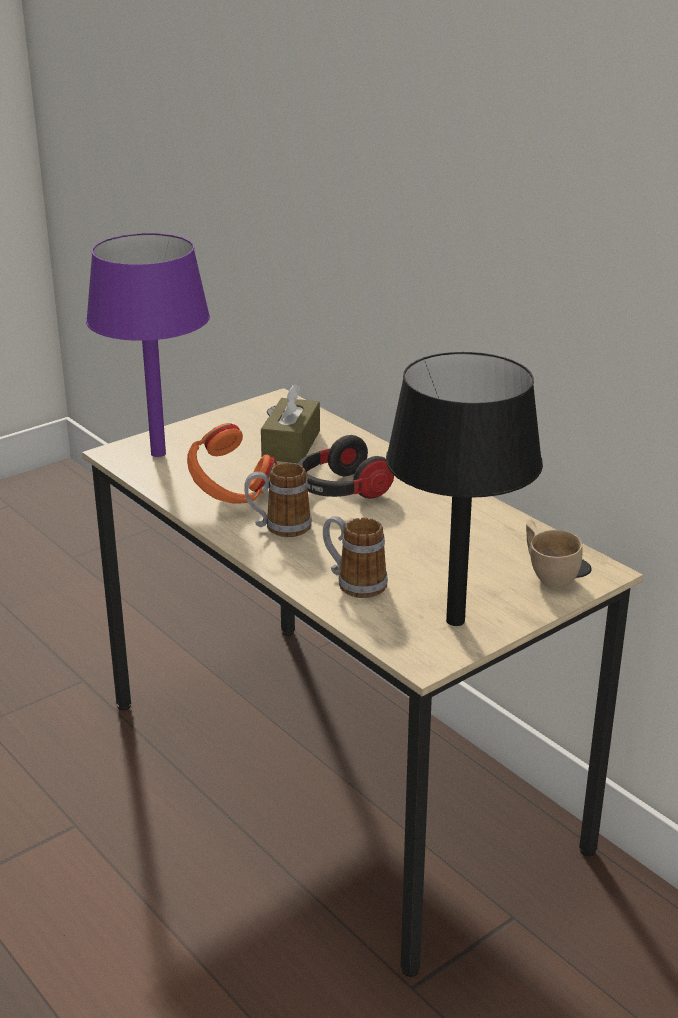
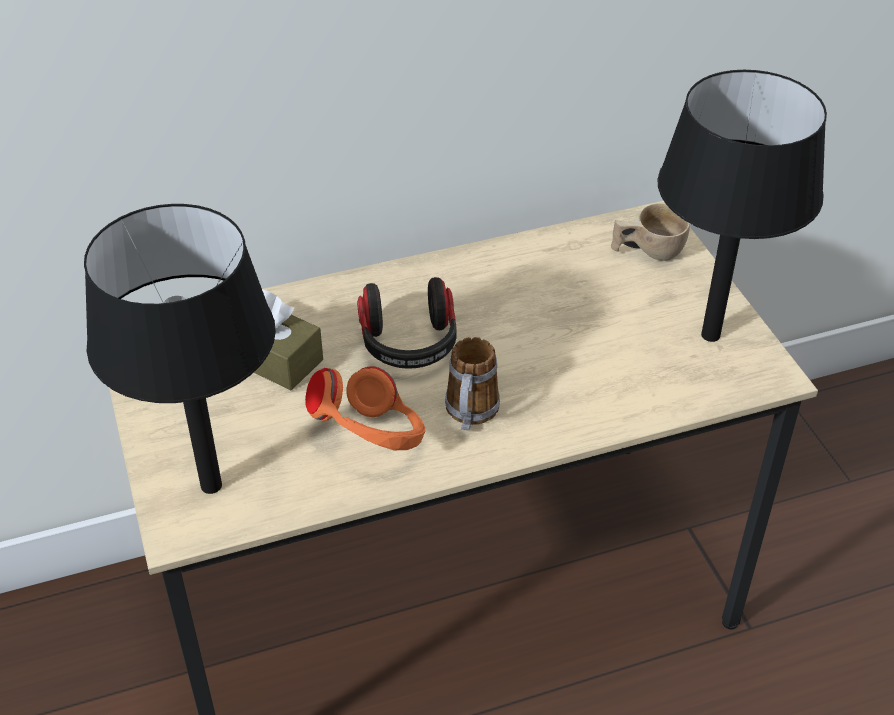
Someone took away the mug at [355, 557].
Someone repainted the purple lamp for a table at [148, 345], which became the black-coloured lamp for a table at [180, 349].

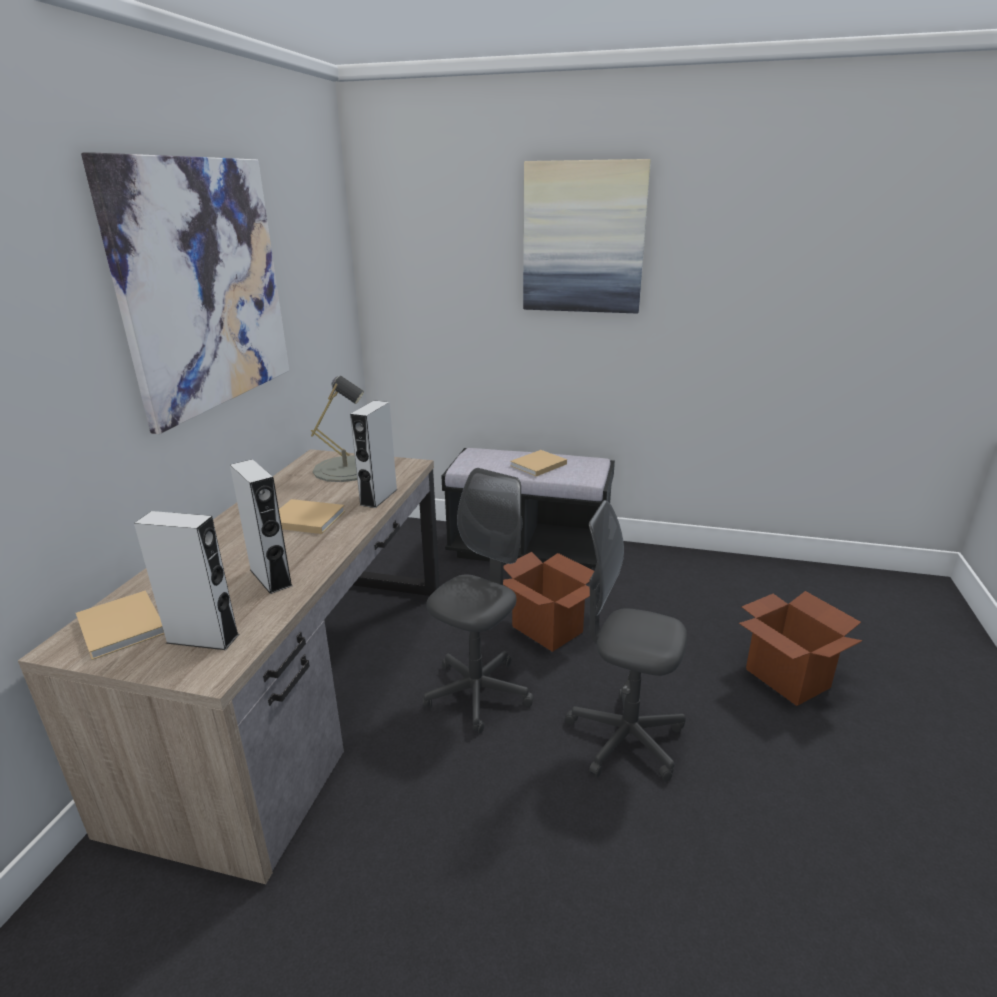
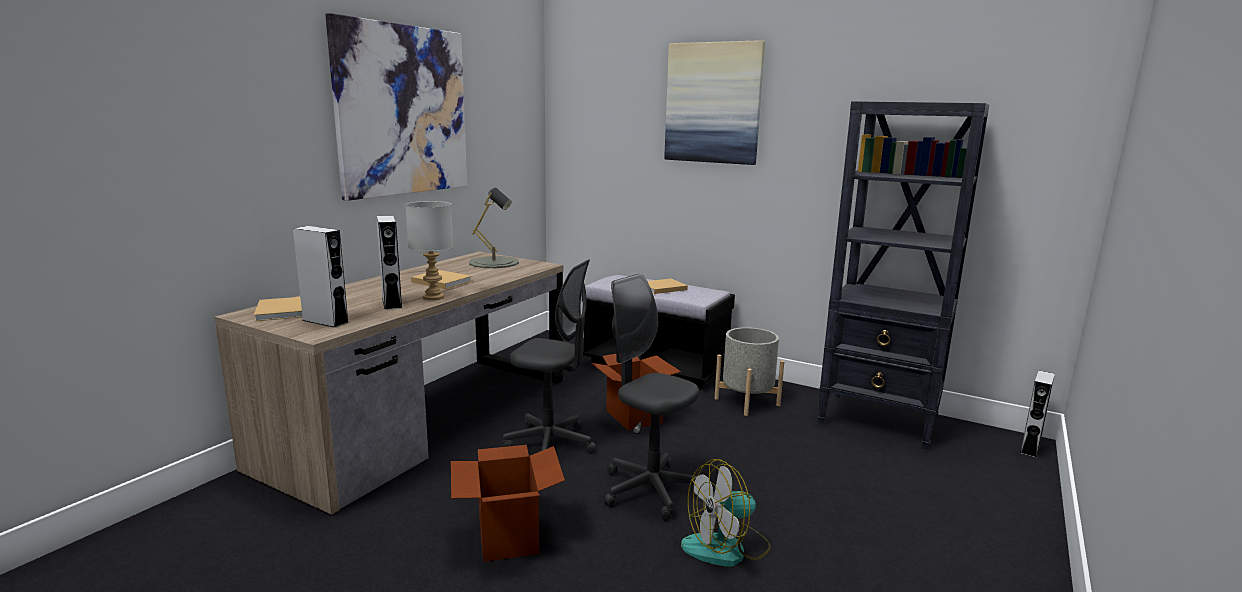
Someone put down the greyish lamp for a table at [429, 250].
Someone put down the cooling fan at [726, 513].
Someone put down the greyish plant pot at [749, 371].
Someone put down the black-coloured shelving unit at [903, 275].
Someone carried the greyish audio speaker from [373, 454] to [1037, 414].
Someone carried the cardboard box from [801, 648] to [508, 503].
Someone rotated the greyish office chair at [478, 601] by 60 degrees clockwise.

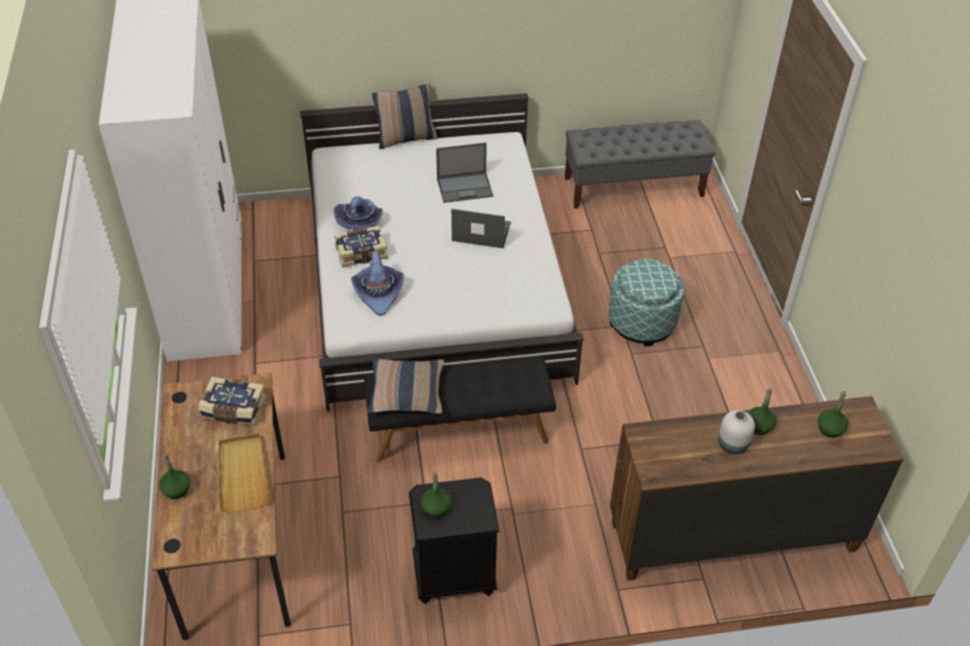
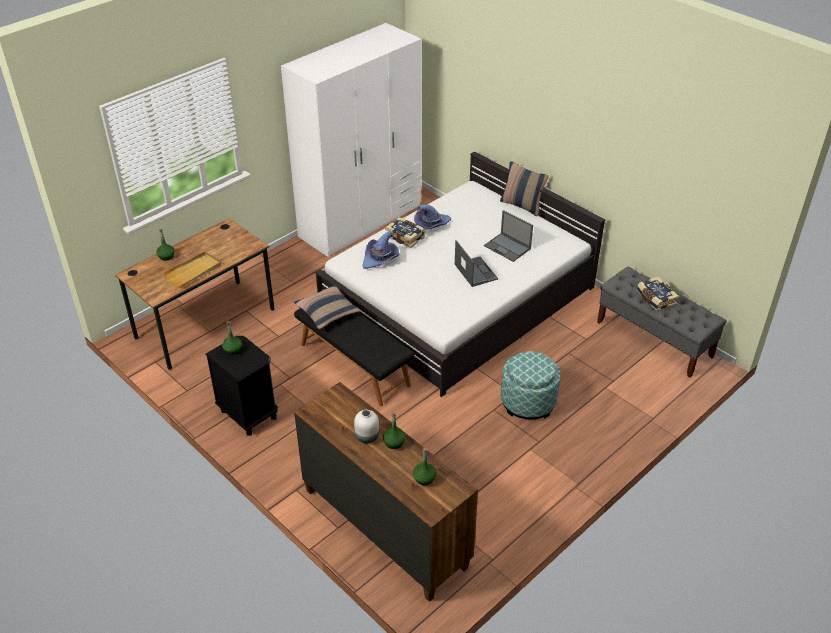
Someone carried the volume from [232, 401] to [658, 294].

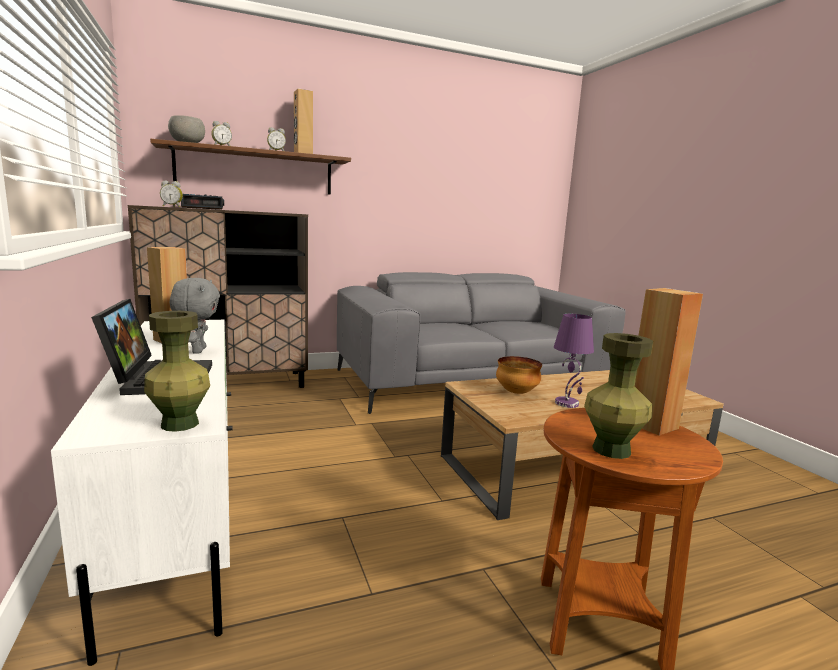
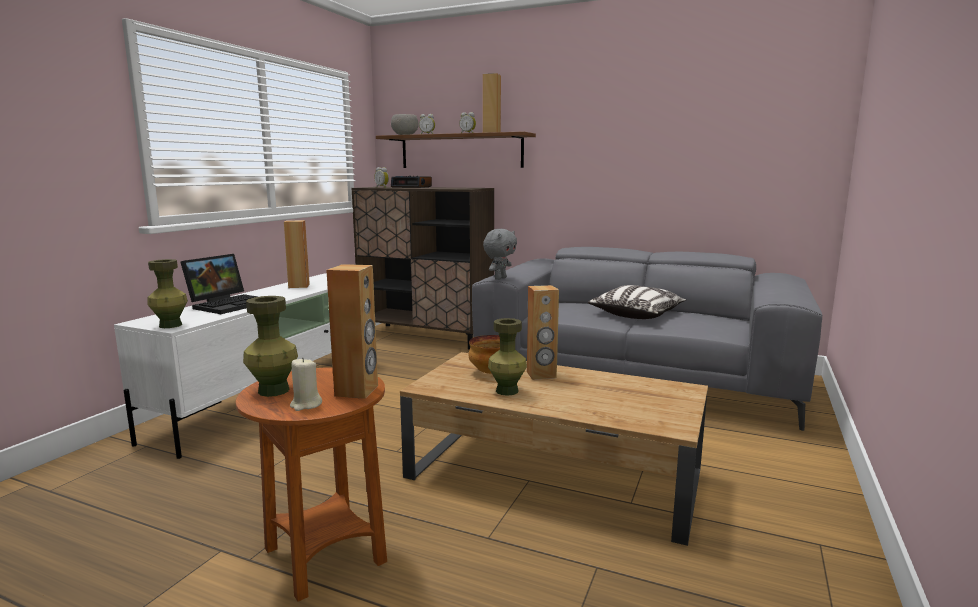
Someone put down the beige wax candle at [306, 384].
Someone put down the brownish audio speaker at [543, 332].
Someone put down the throw pillow at [637, 302].
Someone carried the greyish soft toy from [195, 316] to [500, 254].
Someone swapped the purple lamp for a table at [574, 361] for the greenish decorative vase at [507, 357].

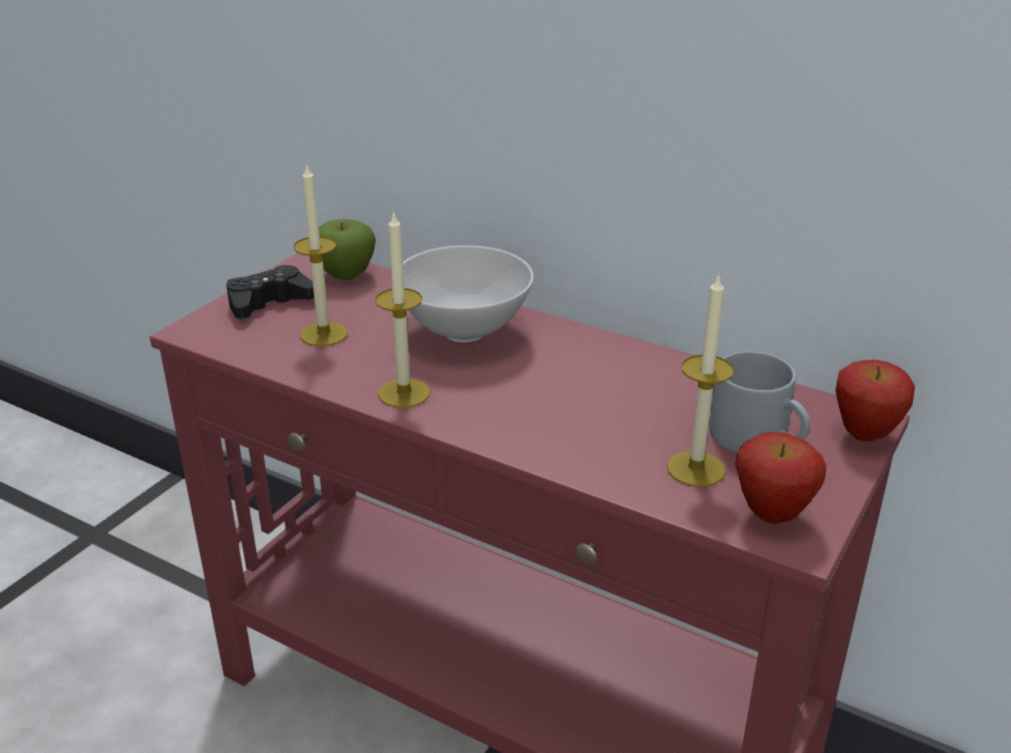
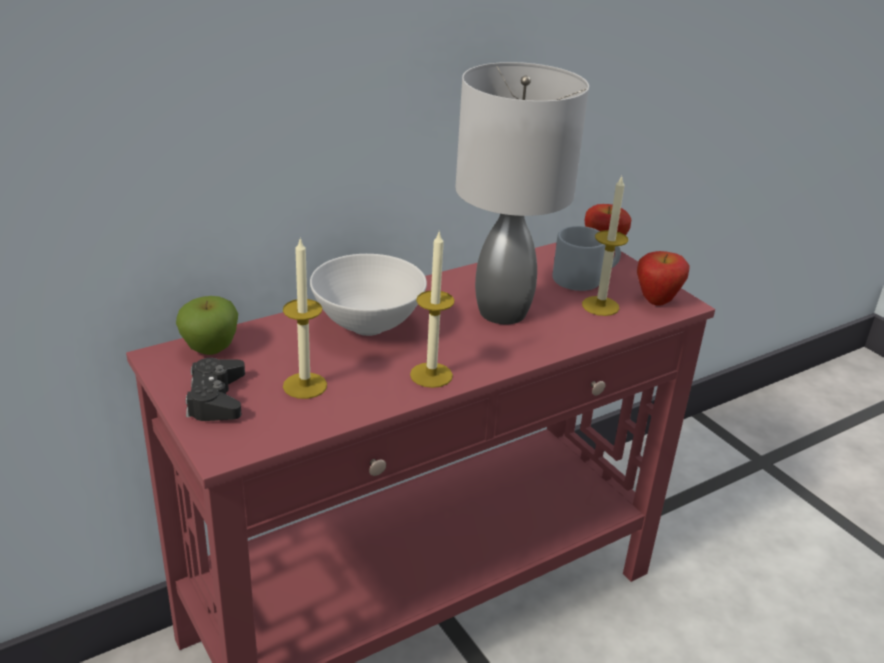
Someone put down the greyish lamp for a table at [522, 193].

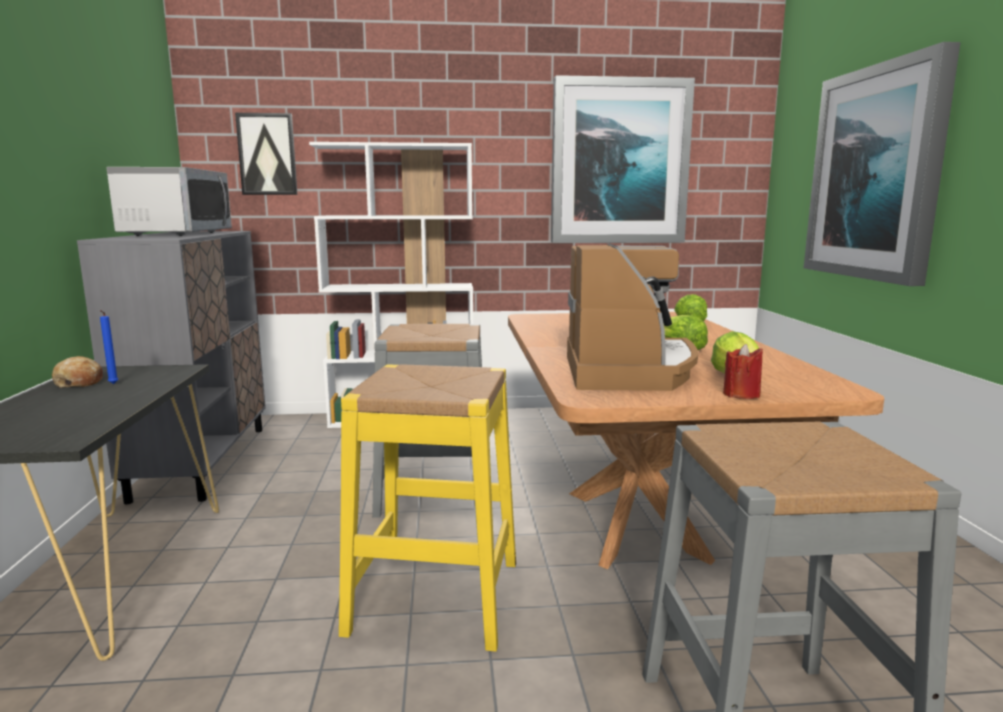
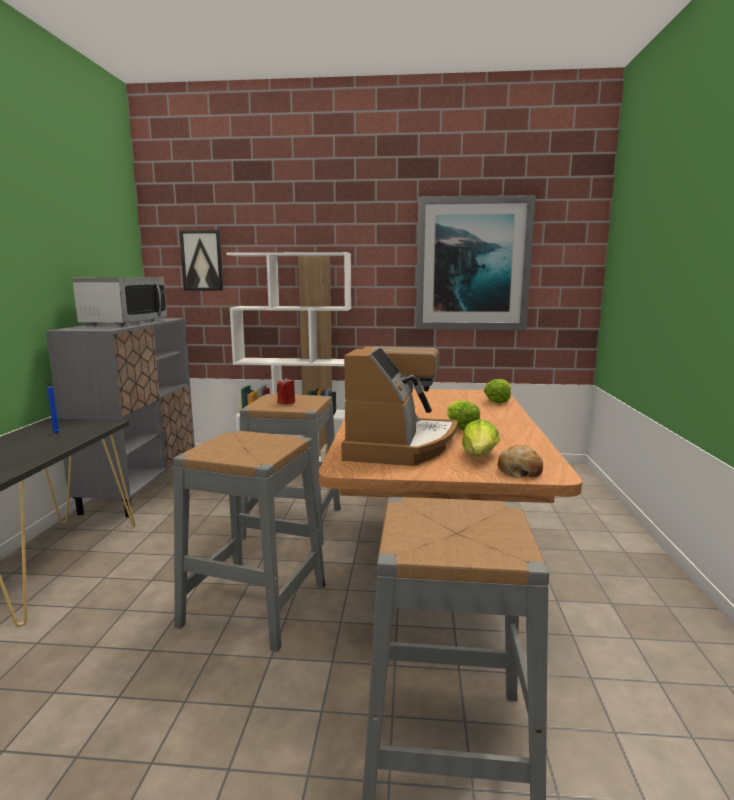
Someone took away the wall picture at [882, 164].
Someone carried the bakery bread from [77, 372] to [520, 461].
Someone carried the red-coloured wax candle from [743, 371] to [286, 391].
Someone repainted the yellow stool at [427, 507], which became the greyish stool at [249, 541].

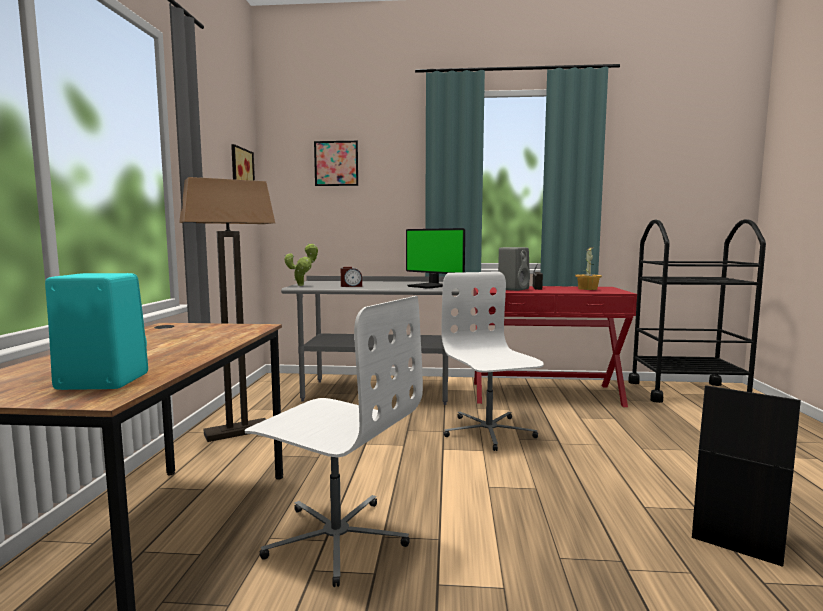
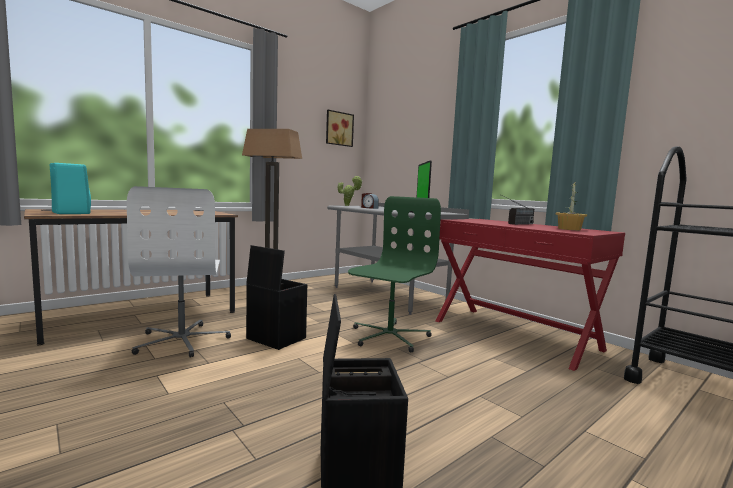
Someone took away the wall picture at [336, 163].
Someone took away the greyish audio speaker at [514, 269].
Someone put down the black-coloured storage container at [276, 297].
Someone repainted the white office chair at [492, 361], which became the greenish office chair at [394, 274].

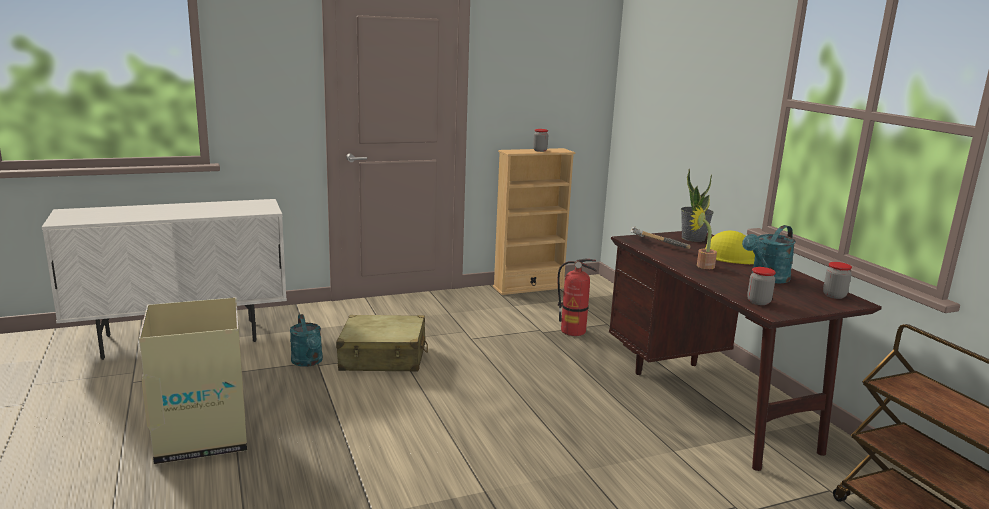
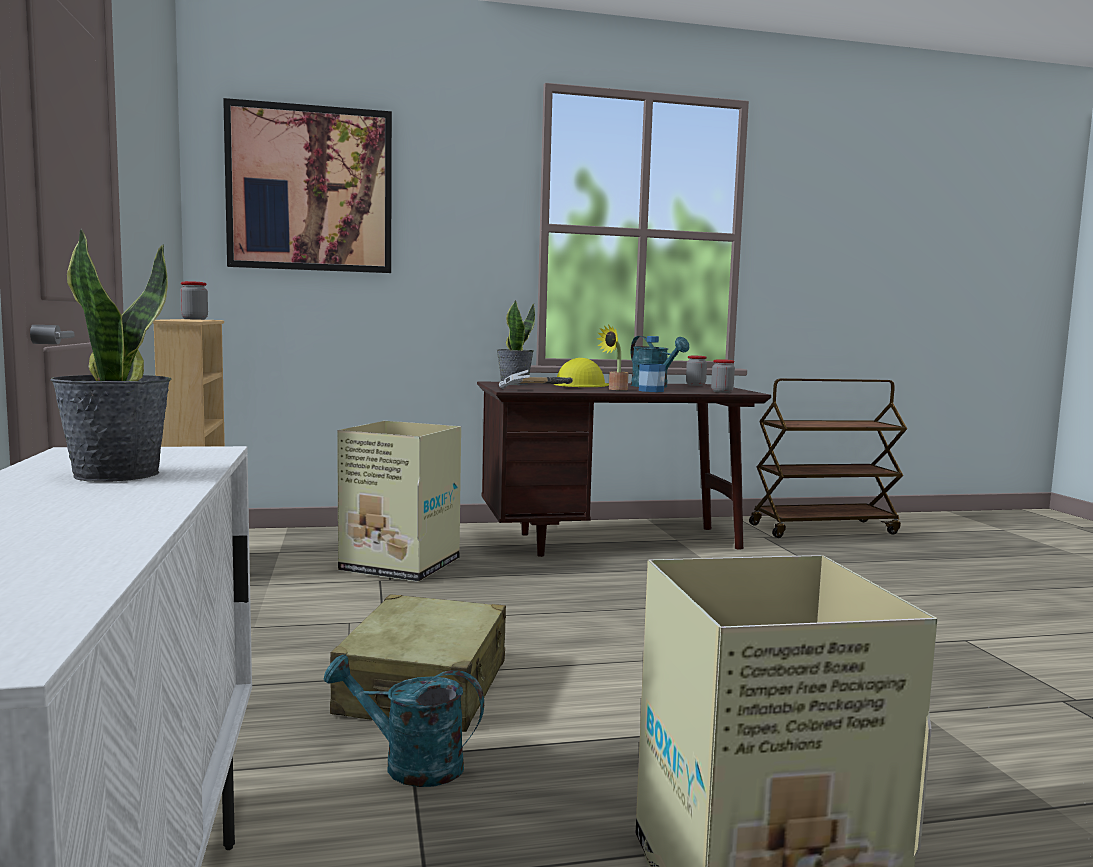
Someone put down the potted plant at [111, 355].
Someone put up the wall picture at [307, 185].
Someone put down the bottle at [652, 364].
Someone swapped the fire extinguisher at [577, 297] for the cardboard box at [399, 501].
Someone rotated the turquoise-coloured watering can at [306, 340] by 150 degrees counterclockwise.

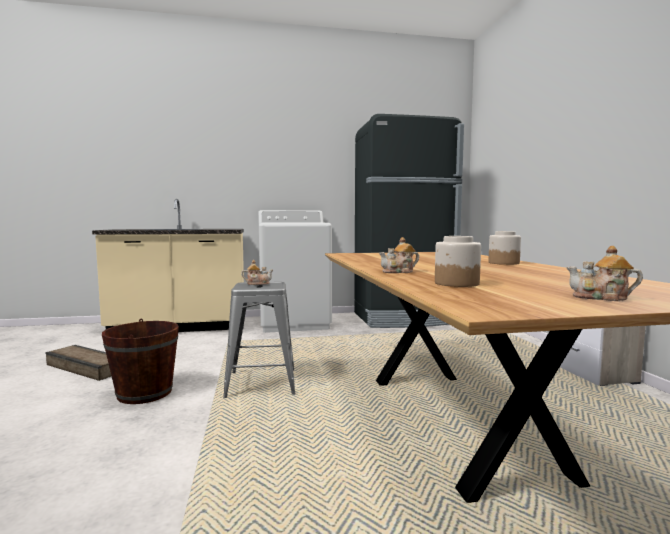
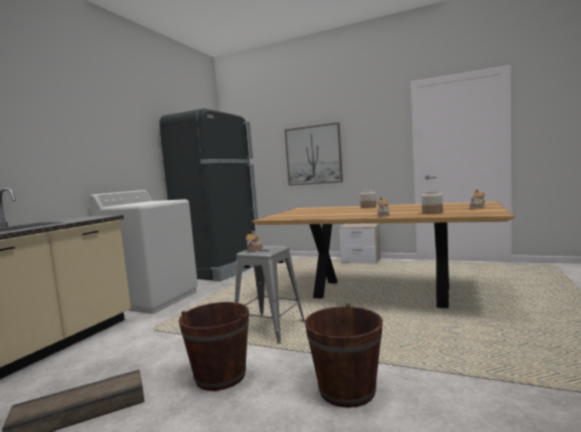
Someone put up the wall picture at [314, 154].
Someone put down the brownish pail at [344, 355].

